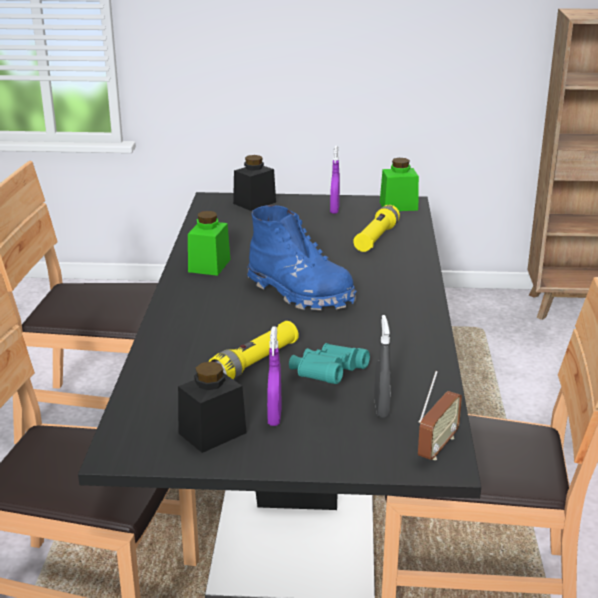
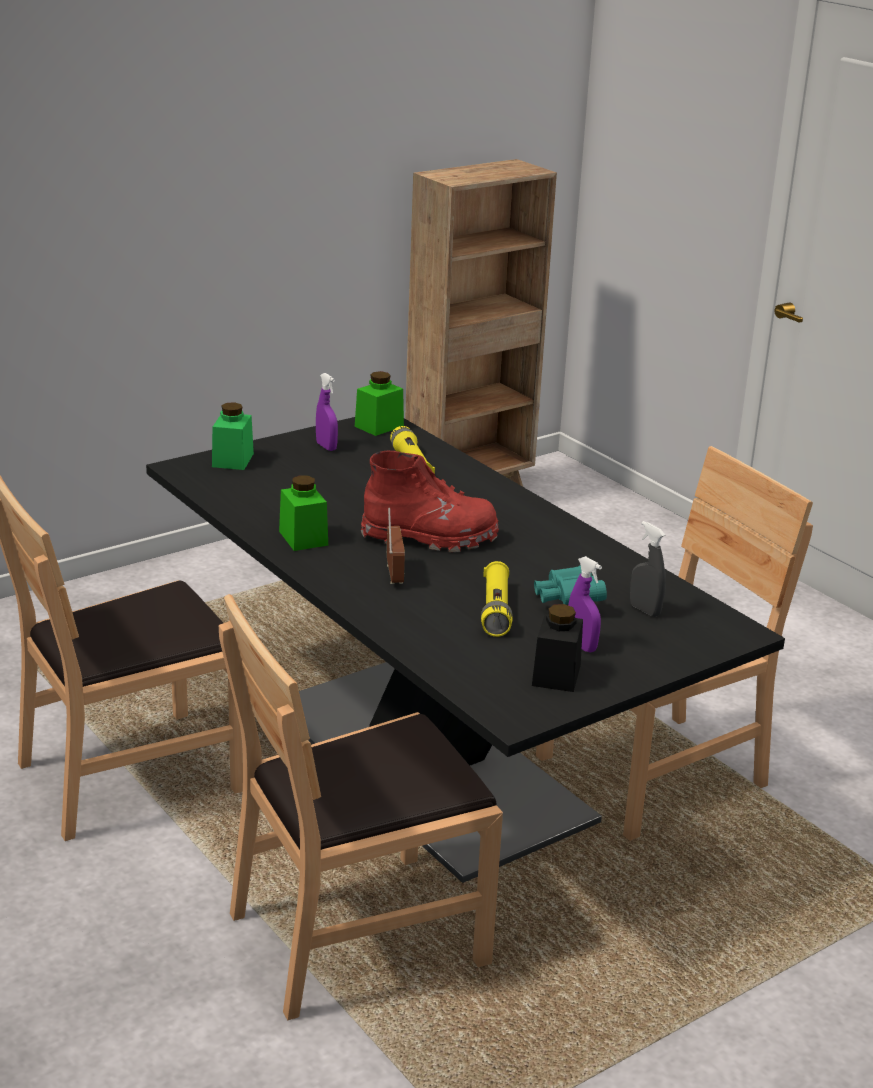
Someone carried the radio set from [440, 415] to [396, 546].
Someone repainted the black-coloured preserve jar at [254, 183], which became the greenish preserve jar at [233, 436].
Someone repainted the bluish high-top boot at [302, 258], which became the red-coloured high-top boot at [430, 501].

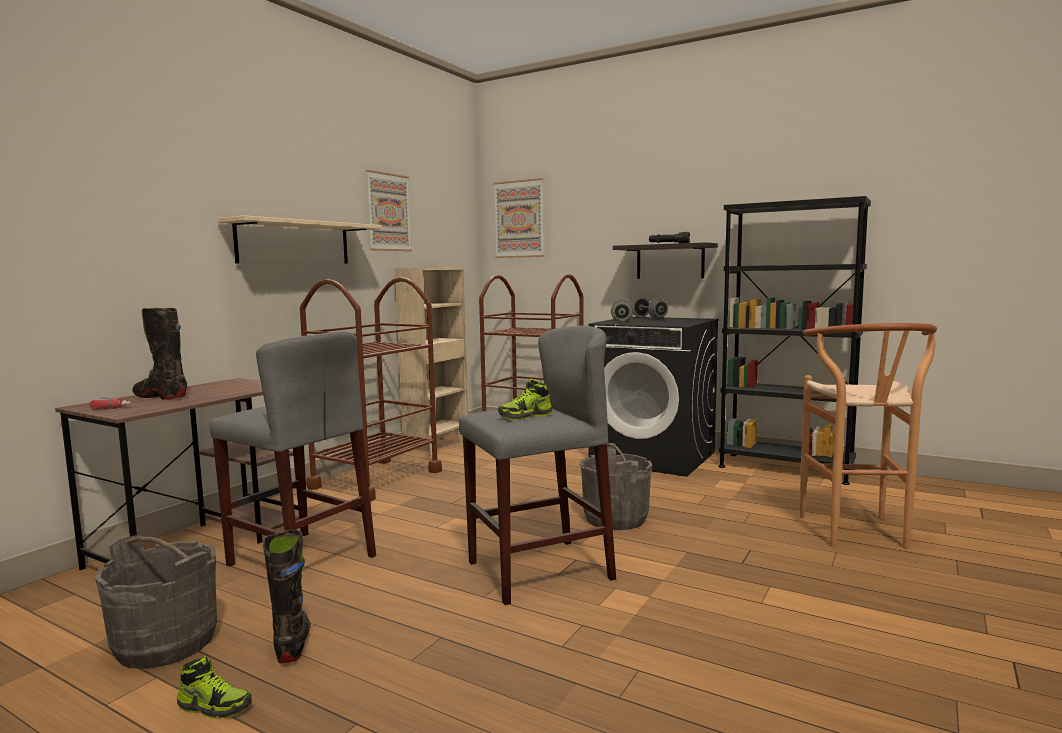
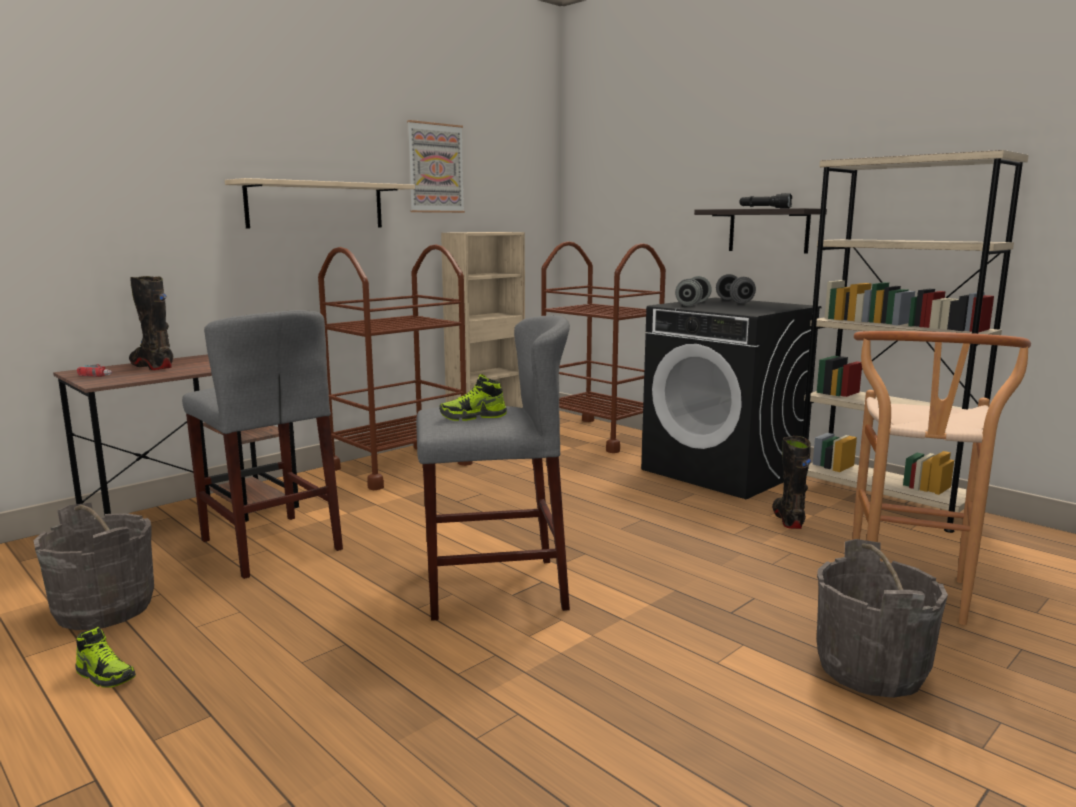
Someone took away the wall picture at [519, 218].
Someone carried the black-coloured high-top boot from [287, 596] to [791, 482].
Someone carried the greyish pail from [616, 486] to [882, 618].
Someone repainted the black-coloured shelving unit at [794, 340], which became the beige shelving unit at [915, 341].

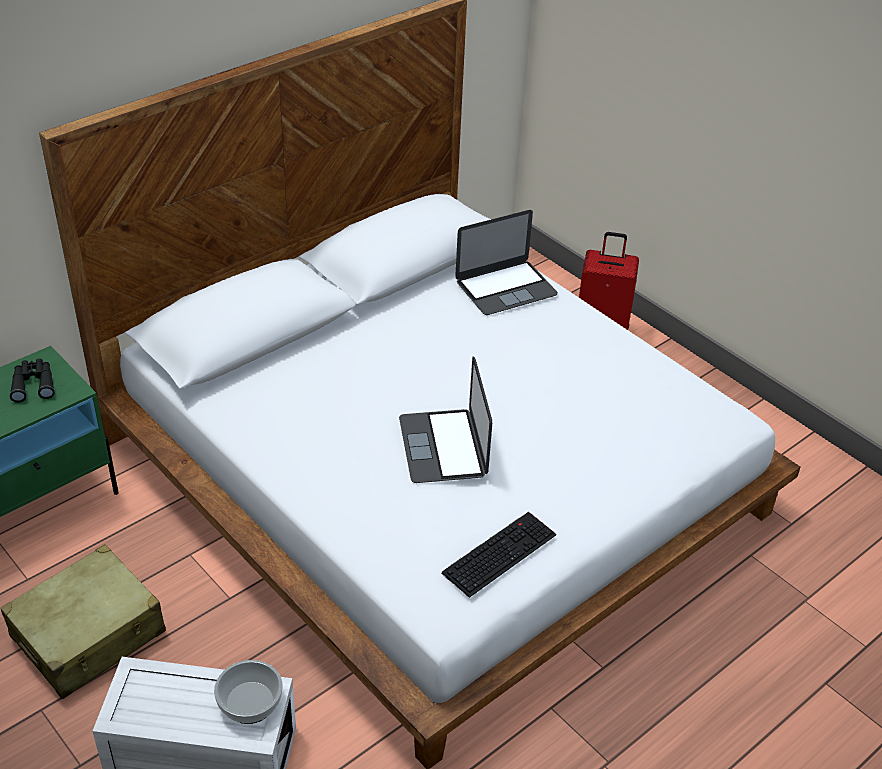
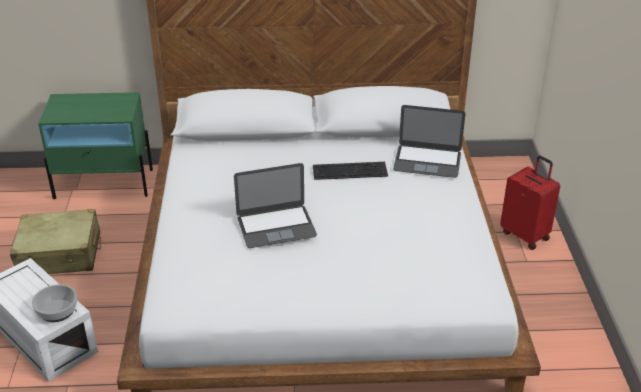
Someone took away the black-coloured pair of binoculars at [32, 380].
Someone carried the keyboard from [499, 555] to [350, 171].
Someone rotated the portable computer at [445, 420] by 135 degrees counterclockwise.

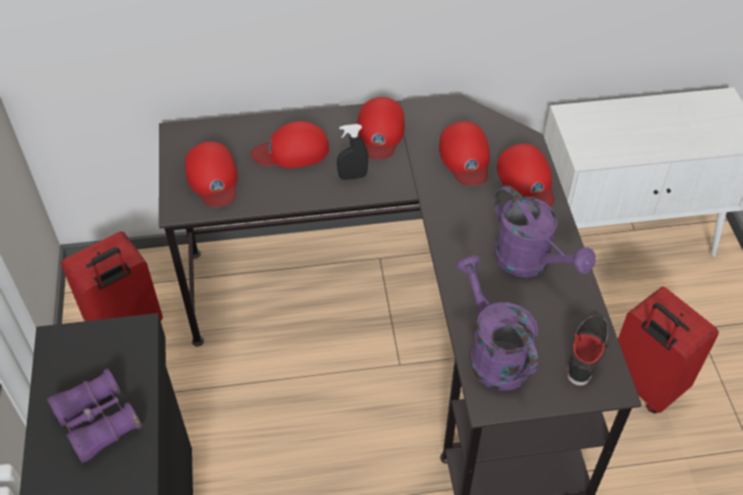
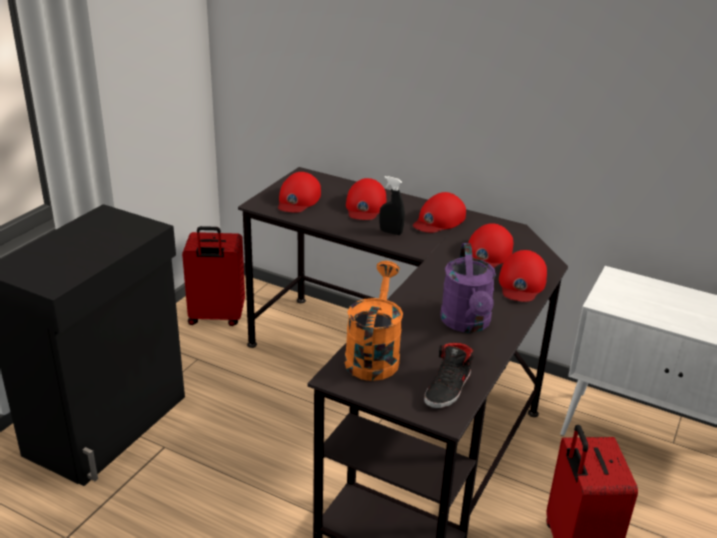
Someone took away the purple pair of binoculars at [94, 416].
Someone repainted the purple watering can at [496, 323], which became the orange watering can at [373, 321].
Someone rotated the red-coloured cap at [290, 144] by 105 degrees counterclockwise.
Someone rotated the black-coloured shoe at [588, 350] by 150 degrees clockwise.

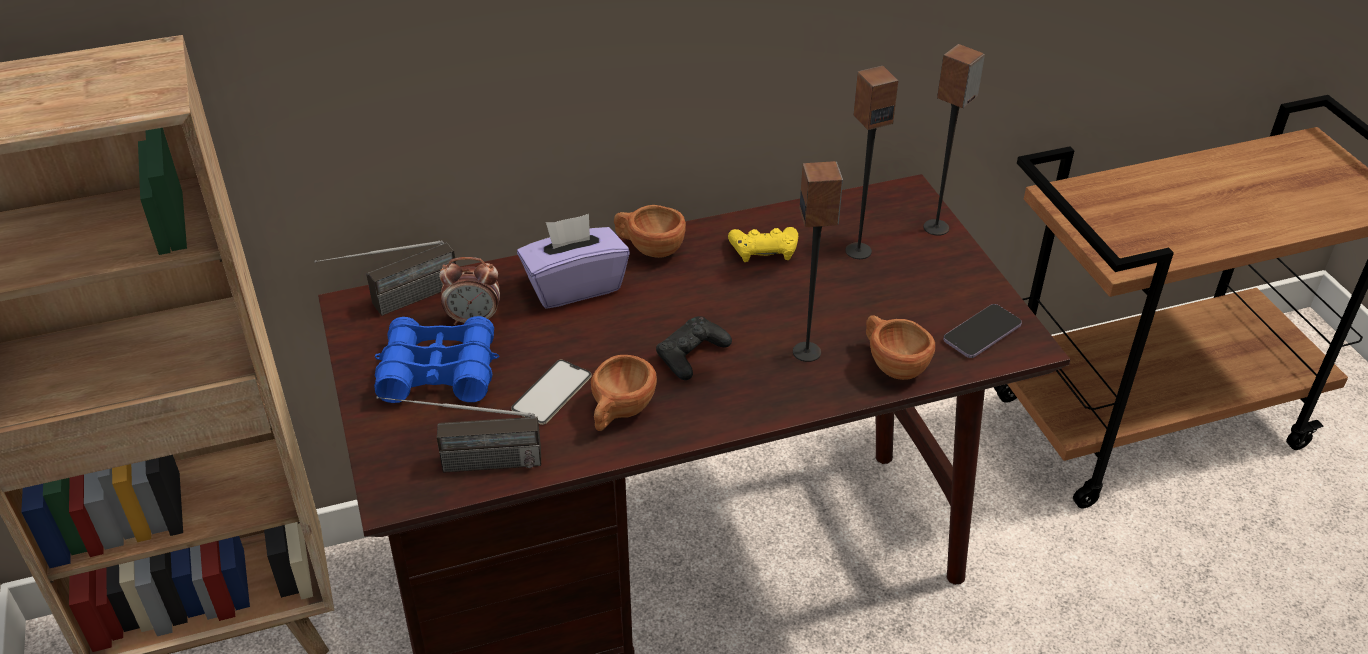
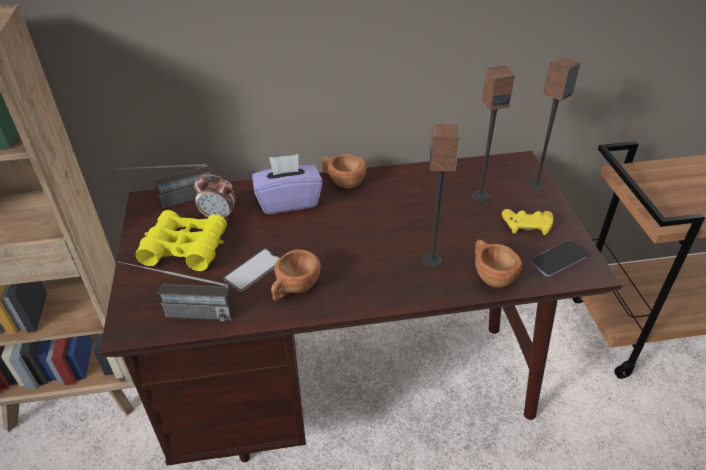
Someone took away the black-coloured game controller at [694, 348].
Someone carried the yellow game controller from [763, 244] to [528, 222].
Someone repainted the bluish pair of binoculars at [436, 359], which became the yellow pair of binoculars at [181, 240].

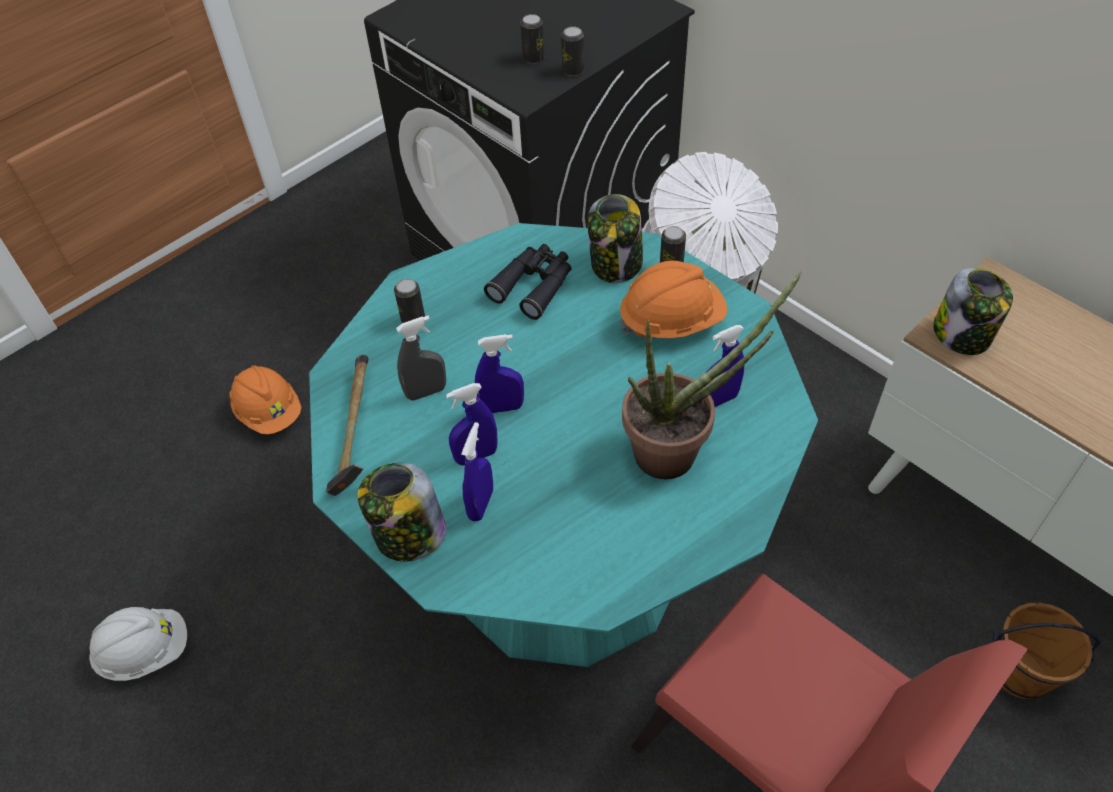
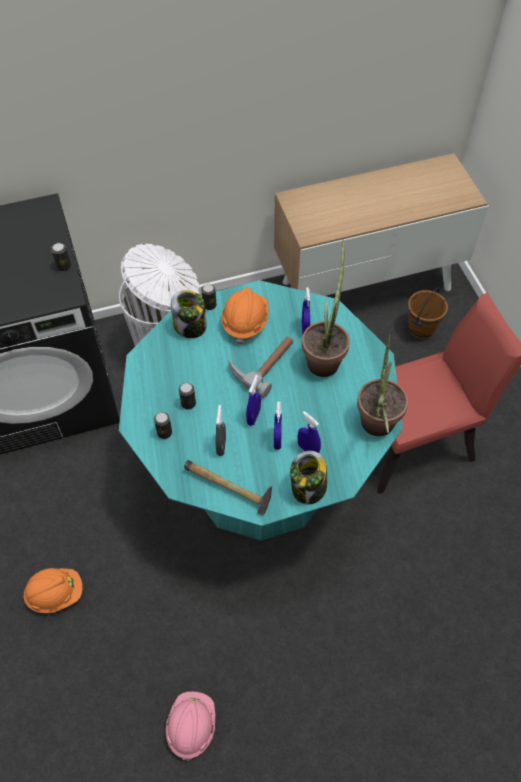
Someone took away the black-coloured pair of binoculars at [528, 282].
Someone took away the preserve jar at [973, 311].
Someone put down the hand hammer at [260, 367].
Someone put down the potted plant at [382, 385].
Someone carried the can from [532, 38] to [187, 396].
Someone repainted the white hard hat at [138, 644], which became the pinkish hard hat at [190, 726].

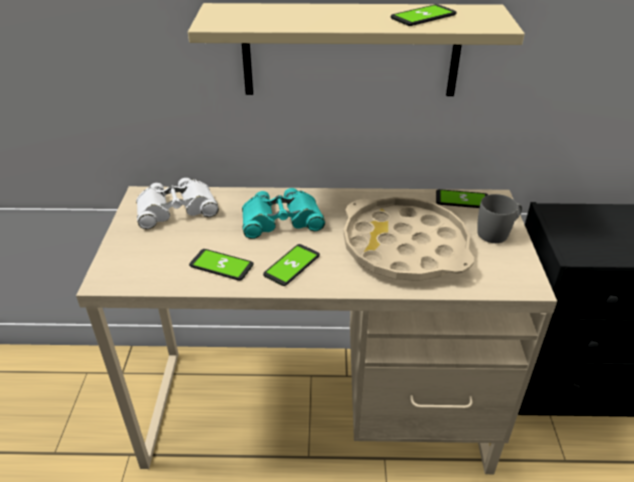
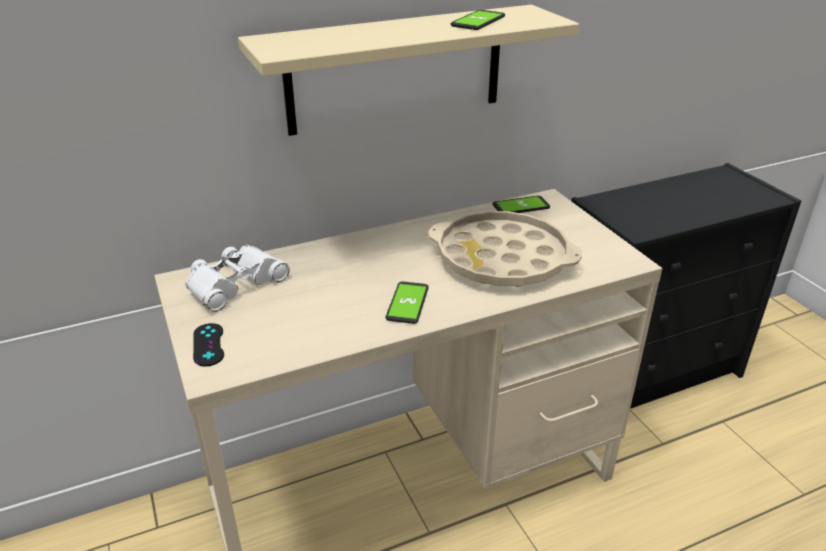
Someone took away the phone at [221, 265].
Someone took away the turquoise-coloured pair of binoculars at [283, 213].
Someone took away the greyish mug at [499, 218].
Someone put down the black-coloured game controller at [208, 344].

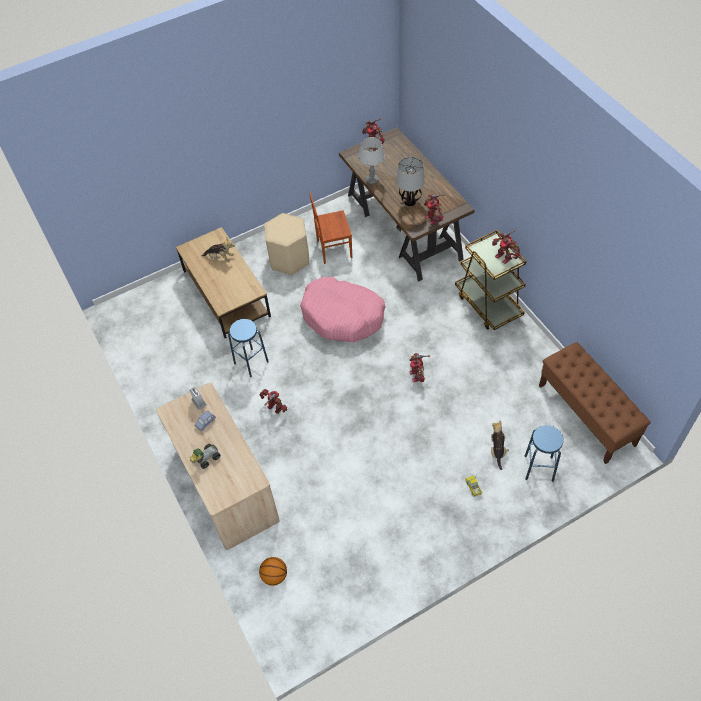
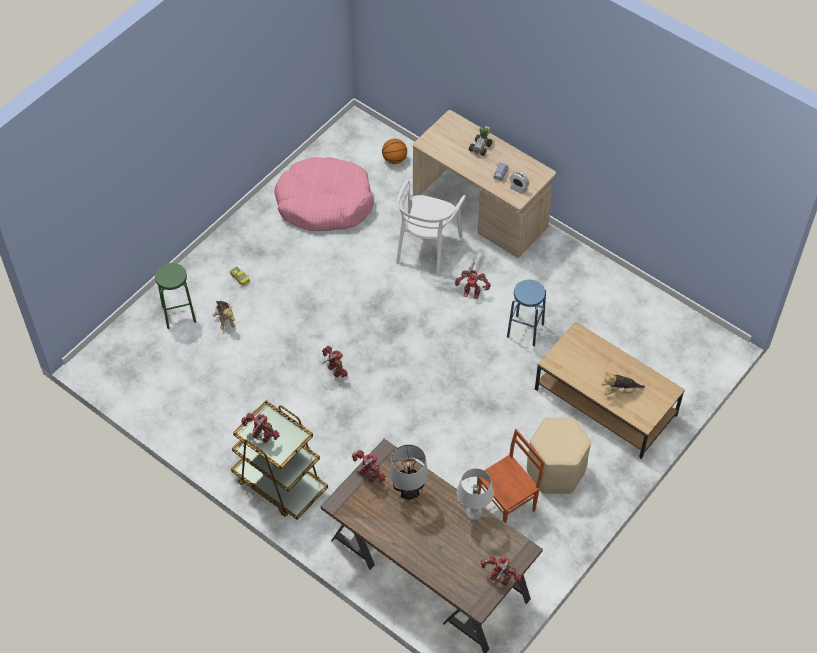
Someone took away the brownish indoor bench at [595, 403].
Someone put down the white chair at [431, 227].
Someone carried the pinkish dog bed from [343, 309] to [324, 194].
Someone repainted the bluish stool at [544, 453], which became the greenish stool at [175, 296].

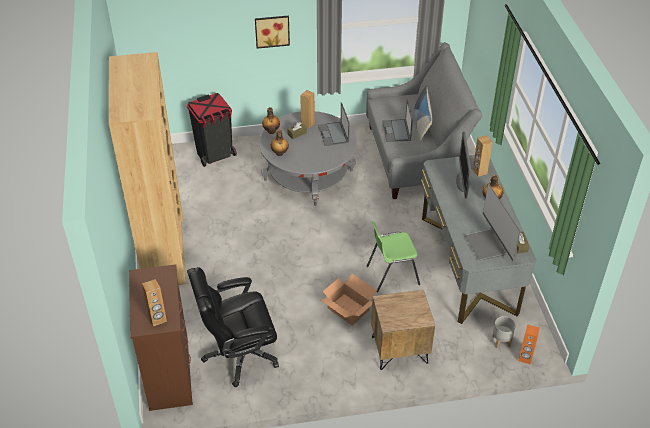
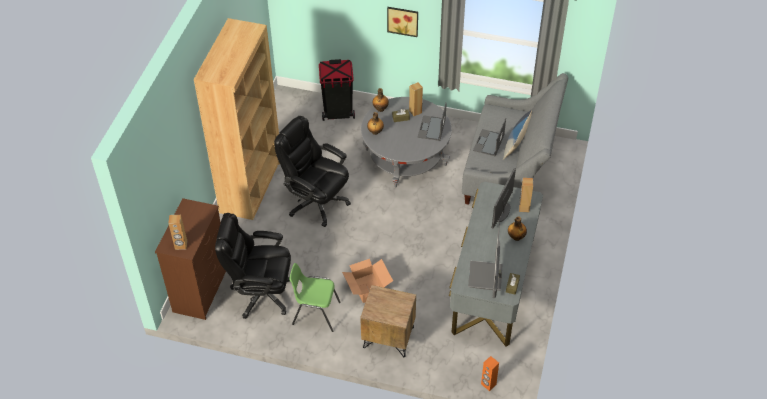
Someone took away the greyish plant pot at [504, 332].
Someone put down the black-coloured office chair at [312, 171].
Someone carried the greenish chair from [393, 256] to [315, 297].

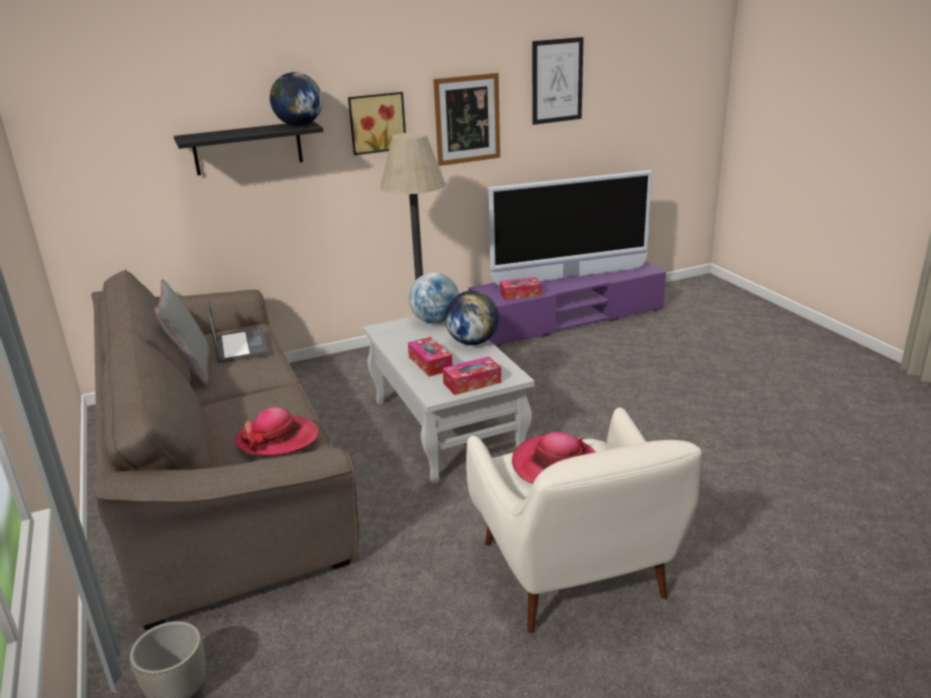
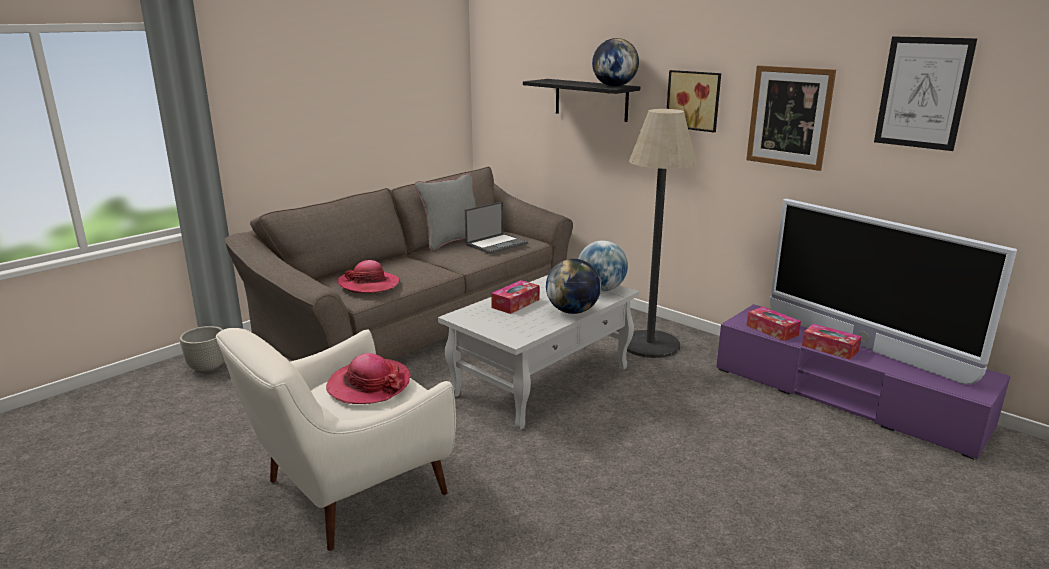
Someone carried the tissue box from [471, 375] to [831, 342].

